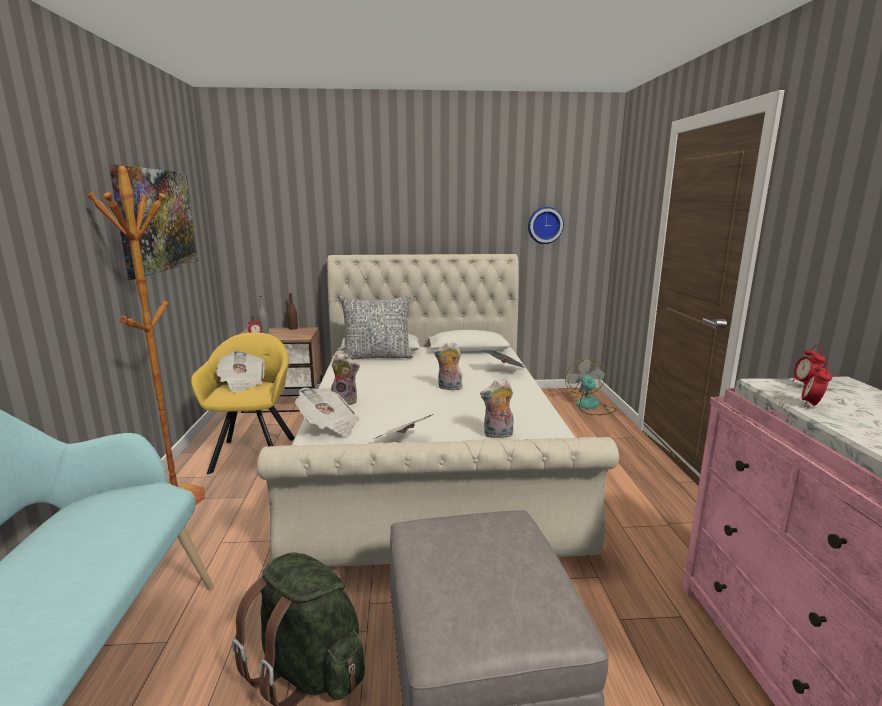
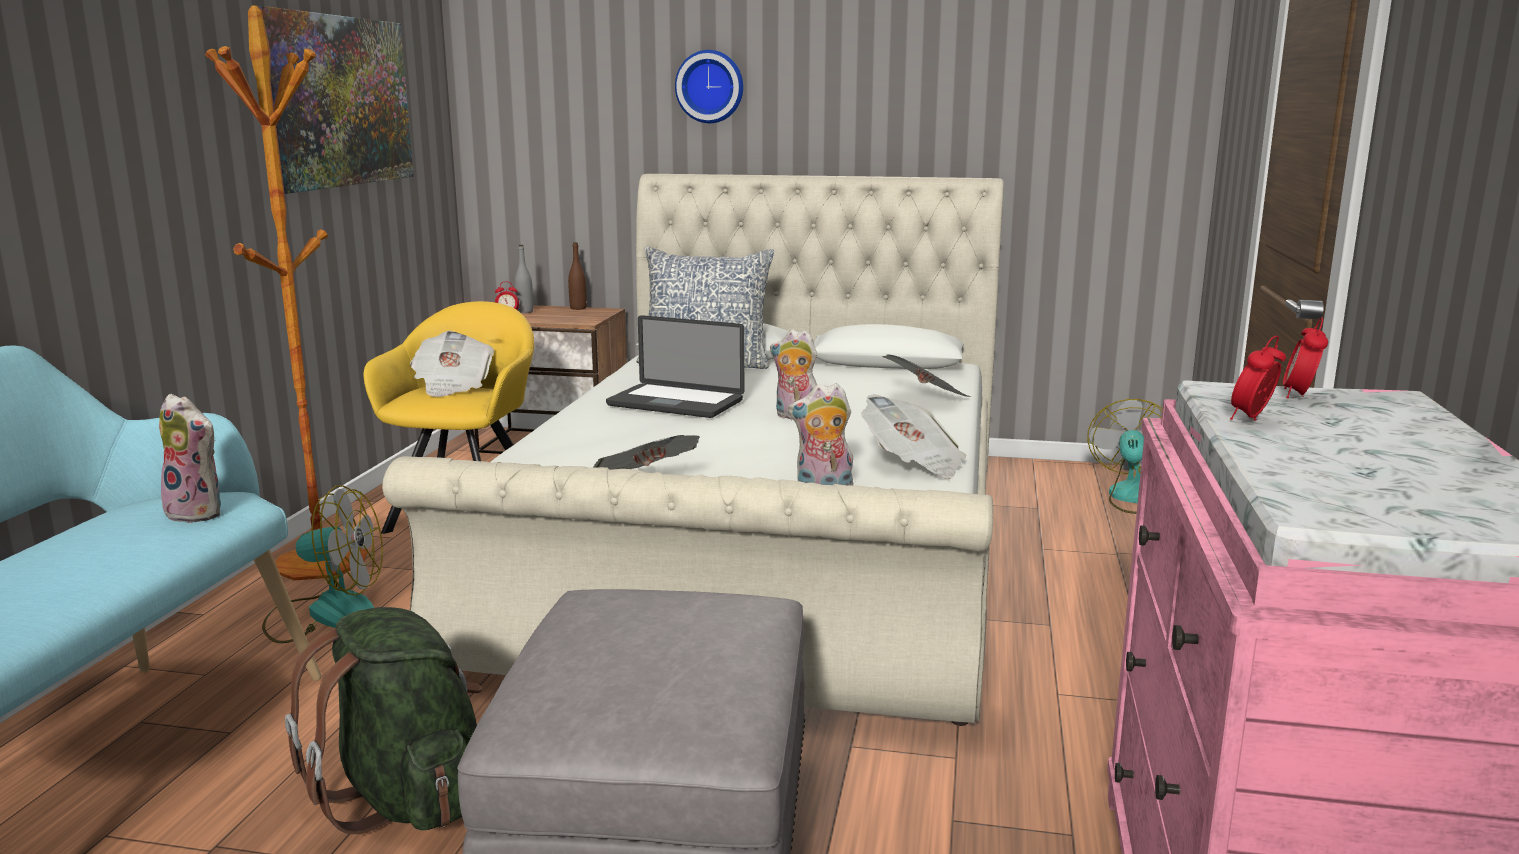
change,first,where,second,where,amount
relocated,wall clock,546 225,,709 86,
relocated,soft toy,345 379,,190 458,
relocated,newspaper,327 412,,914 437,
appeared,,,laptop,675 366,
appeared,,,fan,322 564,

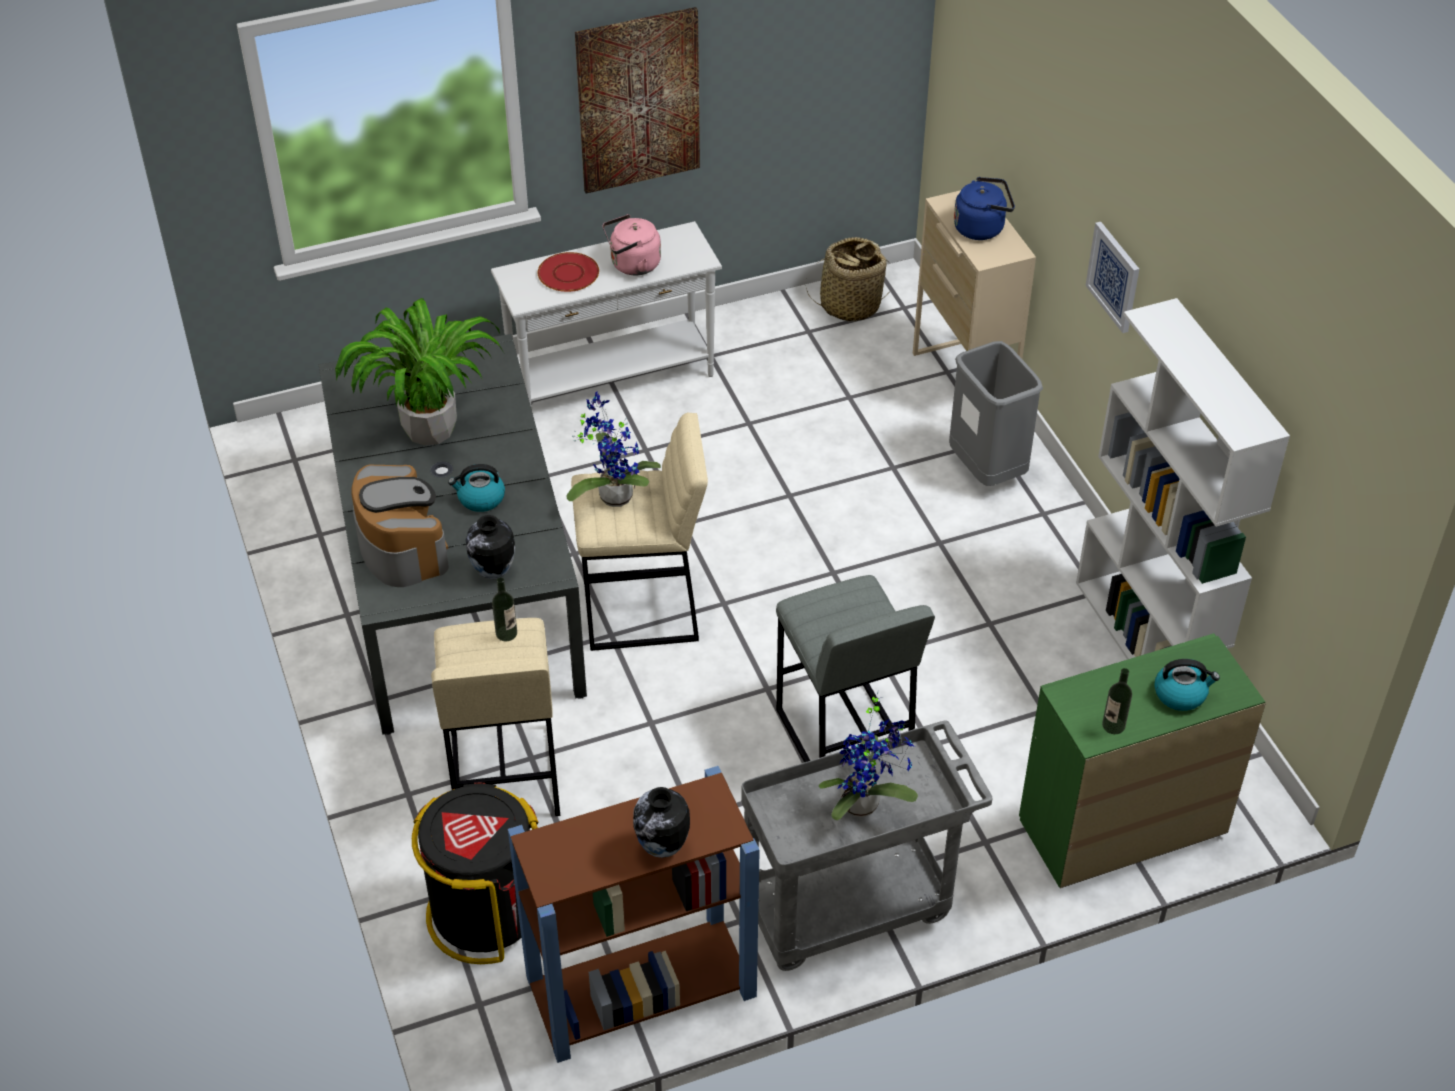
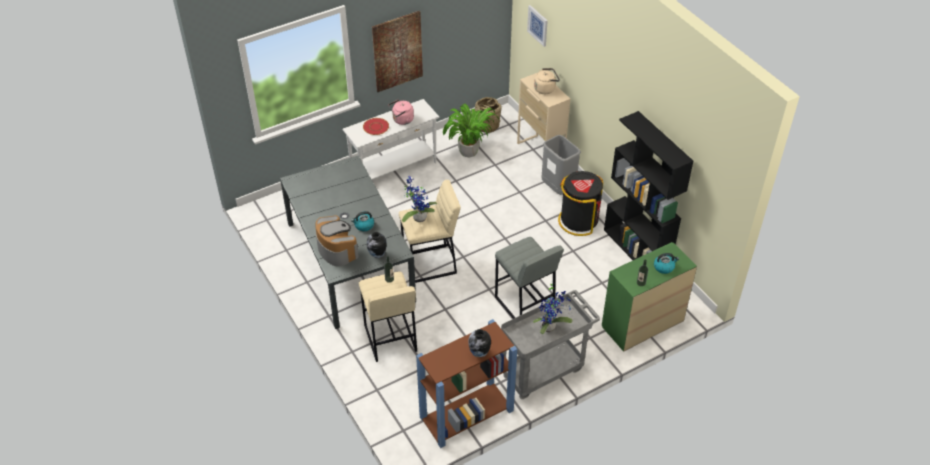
change,first,where,second,where,amount
colour,tea kettle in blue,984 208,tea kettle in beige,547 81,
relocated,picture,1112 277,,537 26,
relocated,potted plant,419 372,,471 131,
colour,bookshelf in whitish,1183 479,bookshelf in black-coloured,648 185,
relocated,rubbish bin in black-coloured,475 873,,580 203,

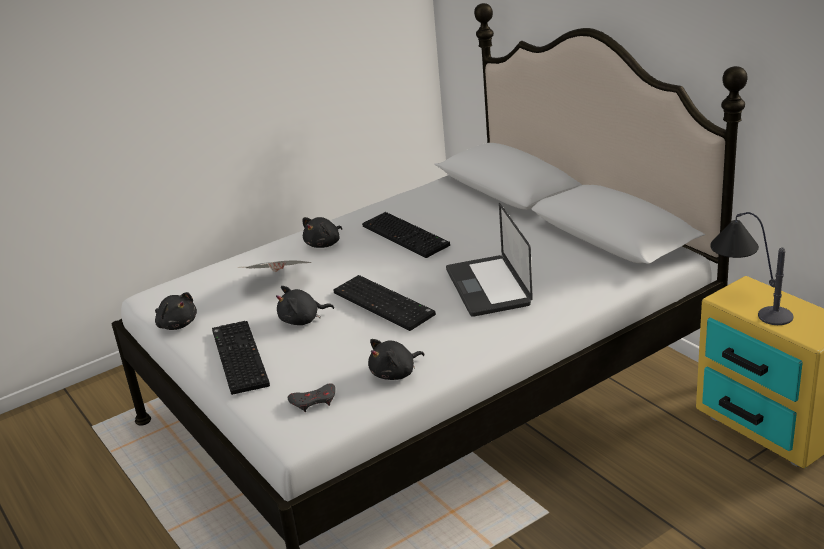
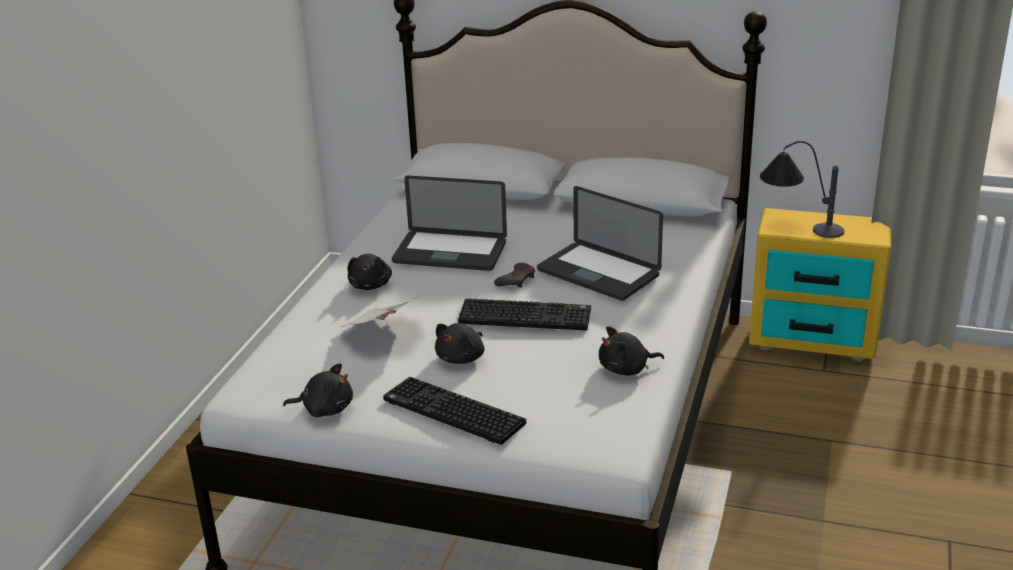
change,first,where,second,where,amount
exchanged,keyboard,406 235,laptop,449 223,
spun,soft toy in black-coloured,396 359,,631 351,60 degrees clockwise
relocated,joypad in gray,312 397,,514 275,

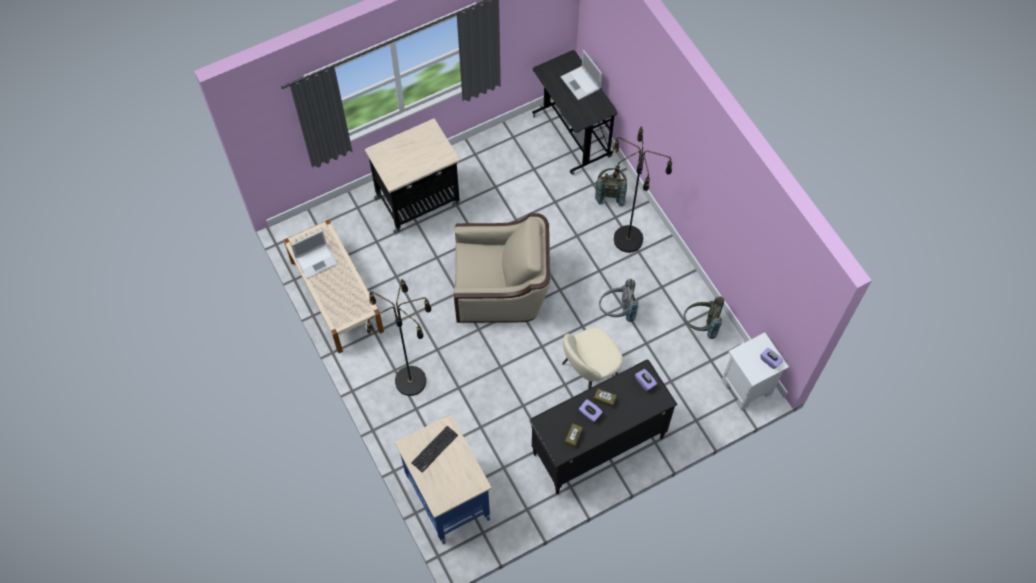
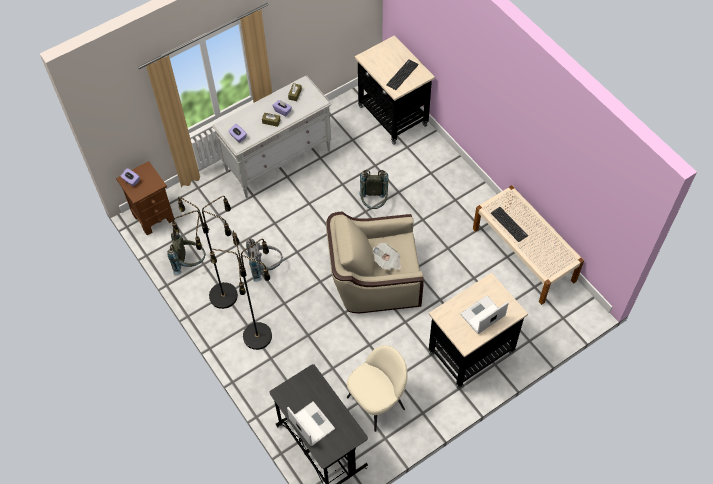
change,first,where,second,where,amount
relocated,backpack in gray,611 187,,373 189,
relocated,laptop,314 254,,484 314,
relocated,standing lamp,399 337,,205 252,
relocated,upright chair in beige,592 358,,377 388,
colour,night table in whitish,755 371,night table in brownish,145 198,
colour,drawer chest in black-coloured,604 426,drawer chest in whitish,271 137,
colour,cart in blue,443 479,cart in black-coloured,395 90,
appeared,,,keyboard,509 224,
appeared,,,newspaper,387 256,

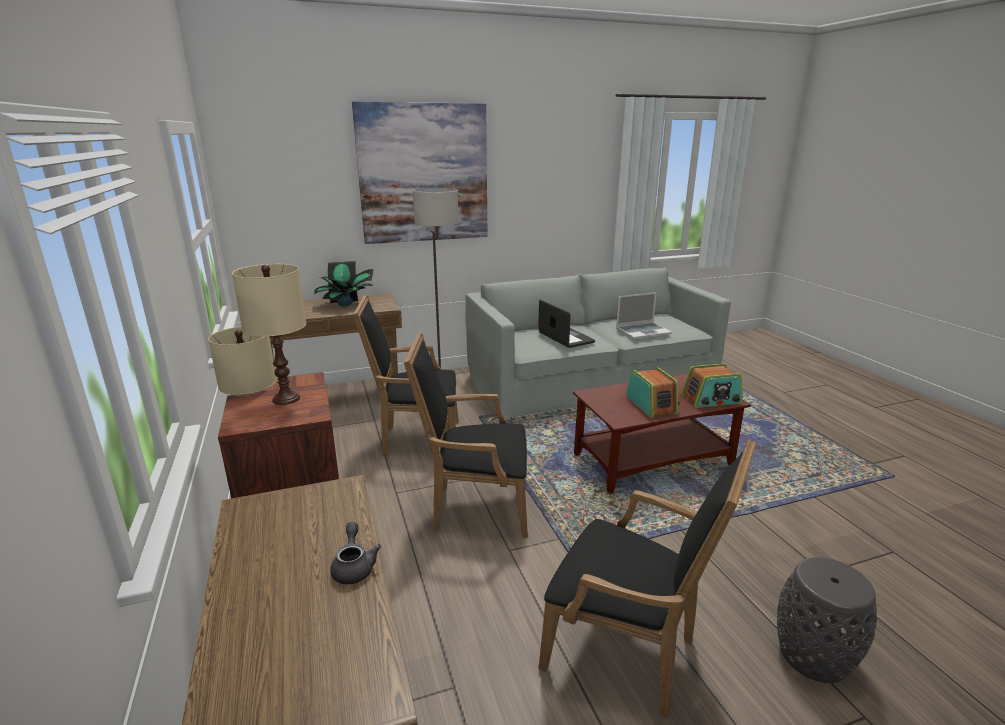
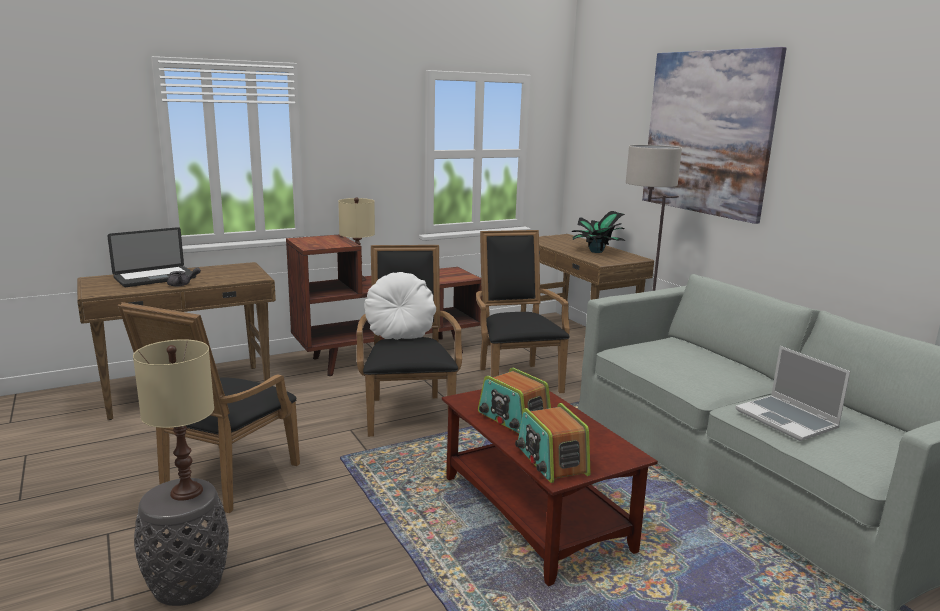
change,first,where,second,where,amount
relocated,table lamp in beige,269 334,,173 420,
relocated,laptop,566 324,,151 257,
spun,radio,652 392,,514 400,75 degrees clockwise
appeared,,,pillow in whitish,400 306,

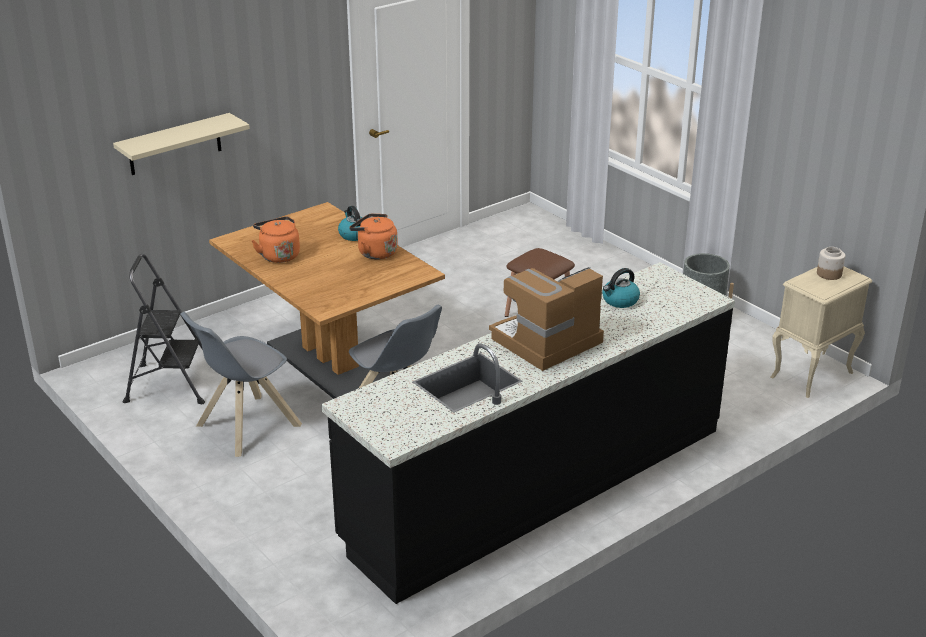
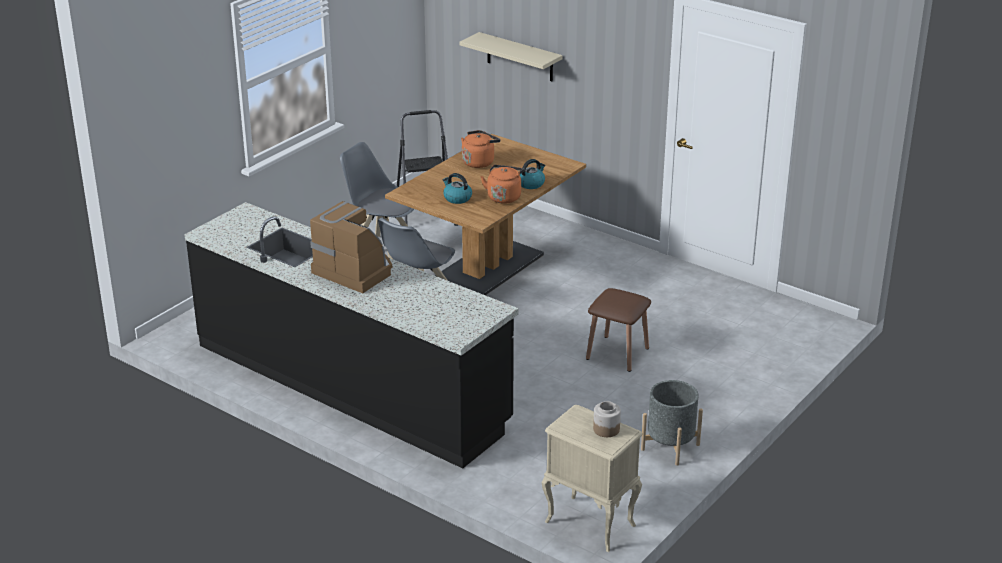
change,first,where,second,where,amount
relocated,tea kettle,621 288,,457 188,

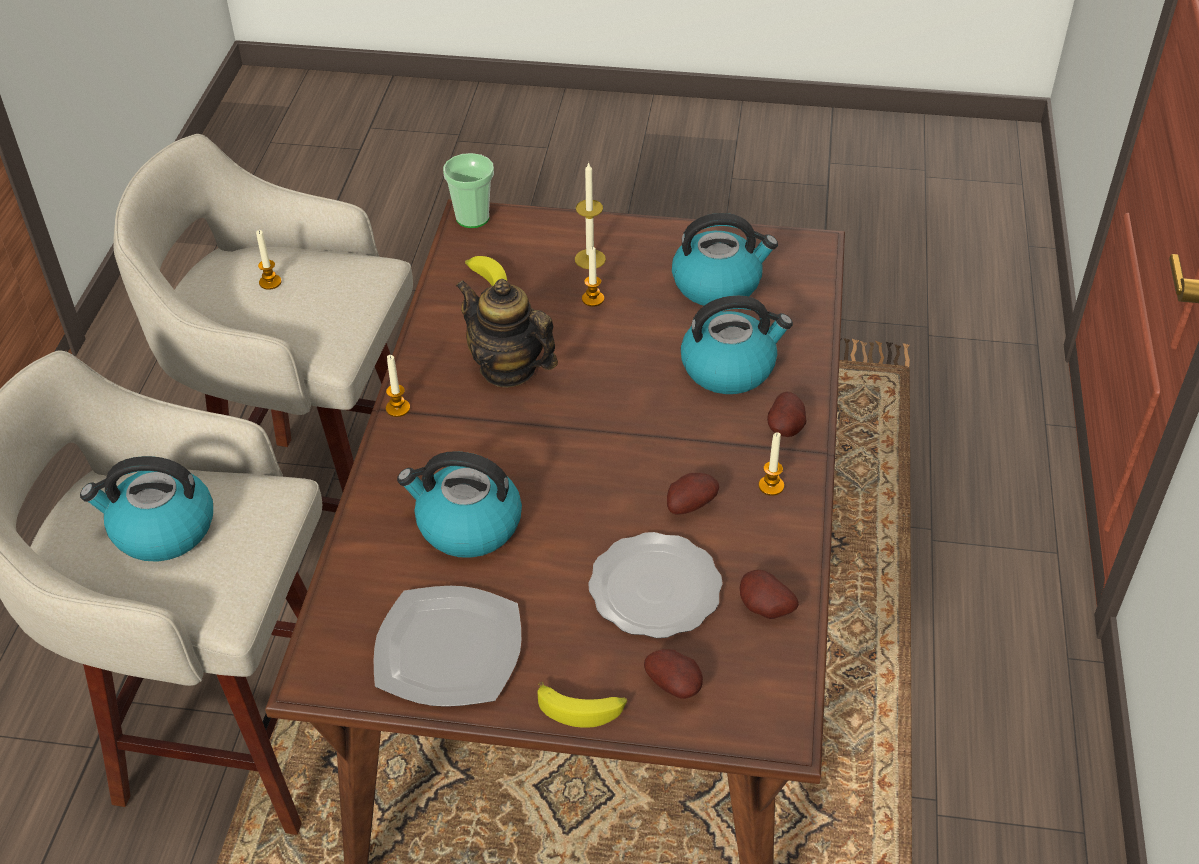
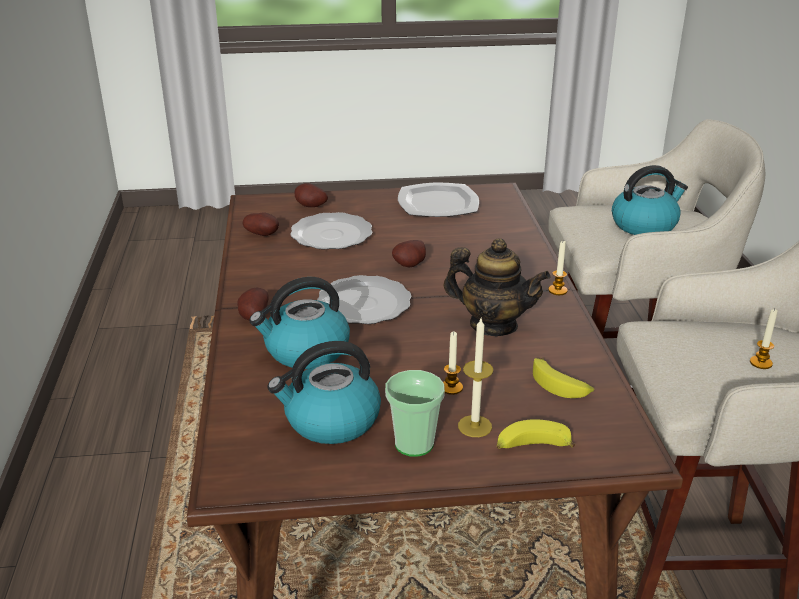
change,first,where,second,where,amount
relocated,small cup,468 190,,415 413,
missing,wax candle,771 464,,,
missing,tea kettle,459 504,,,
relocated,potato,693 494,,409 253,
relocated,banana fruit,582 705,,536 433,
appeared,,,plate,364 299,

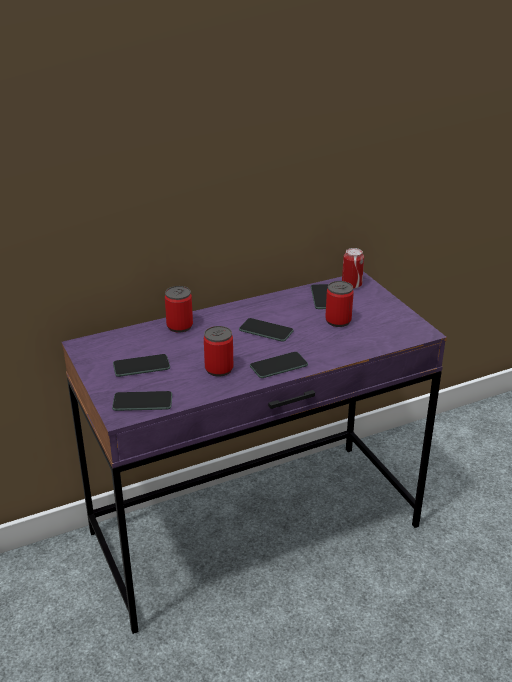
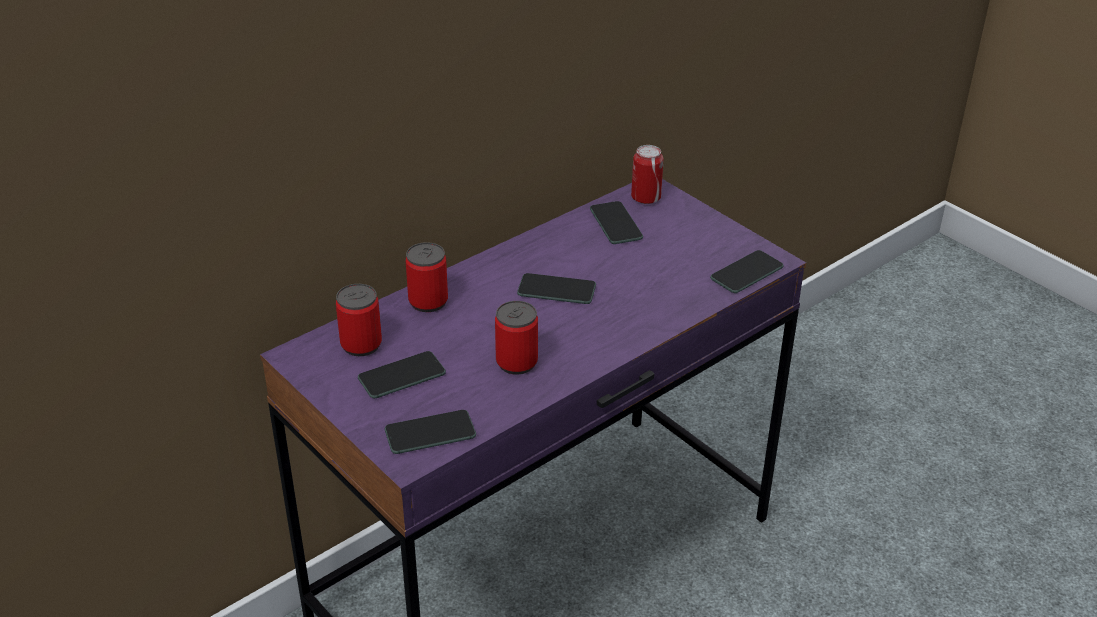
change,first,where,second,where,amount
relocated,metal can,339 304,,359 320,
relocated,phone,279 365,,747 271,

